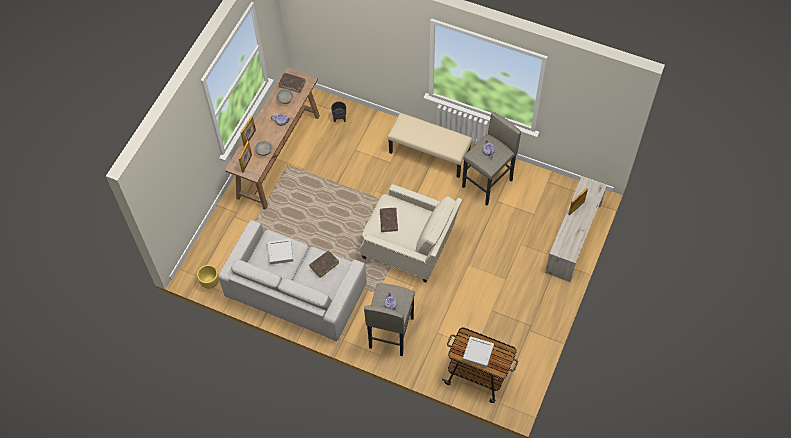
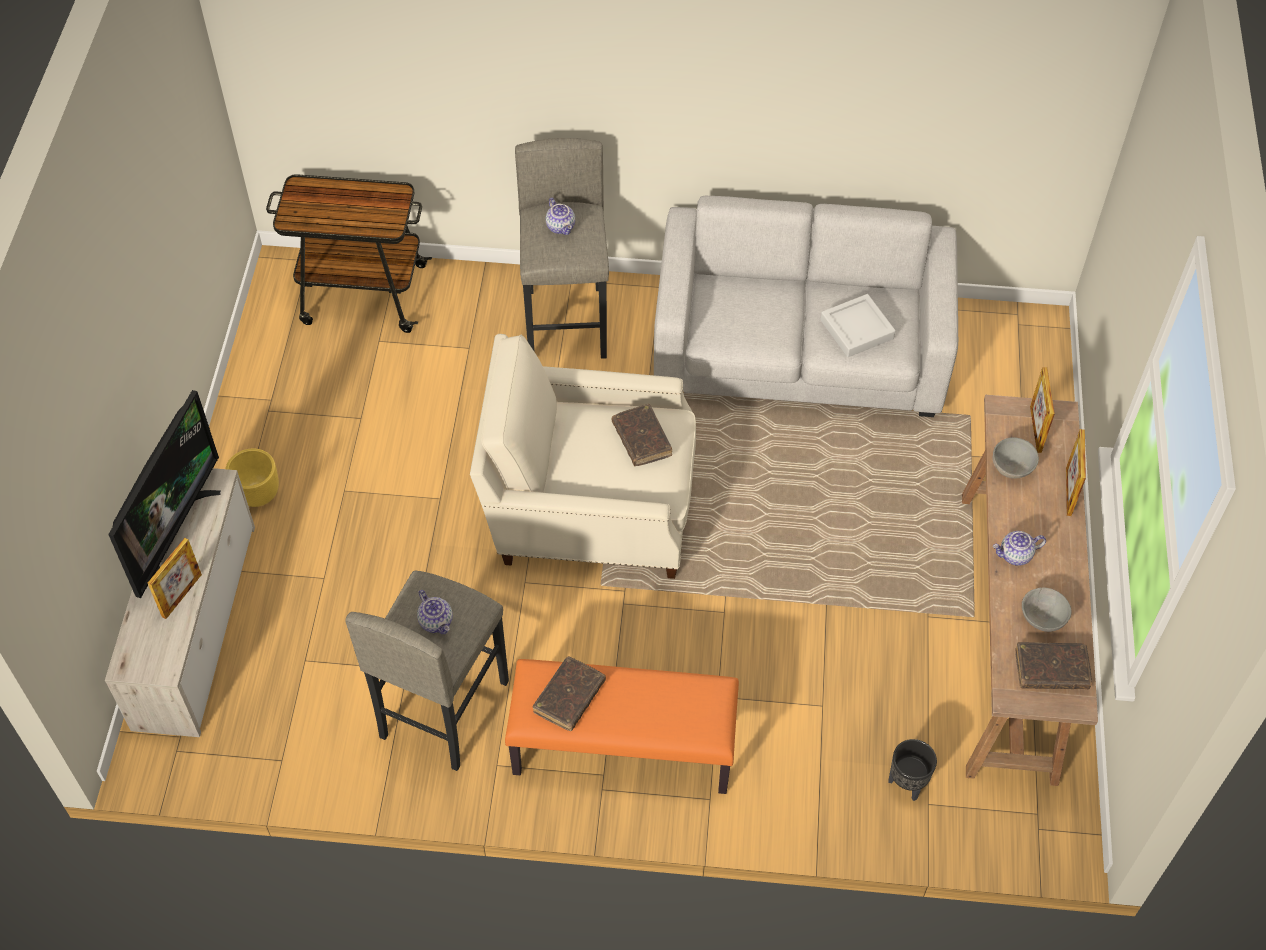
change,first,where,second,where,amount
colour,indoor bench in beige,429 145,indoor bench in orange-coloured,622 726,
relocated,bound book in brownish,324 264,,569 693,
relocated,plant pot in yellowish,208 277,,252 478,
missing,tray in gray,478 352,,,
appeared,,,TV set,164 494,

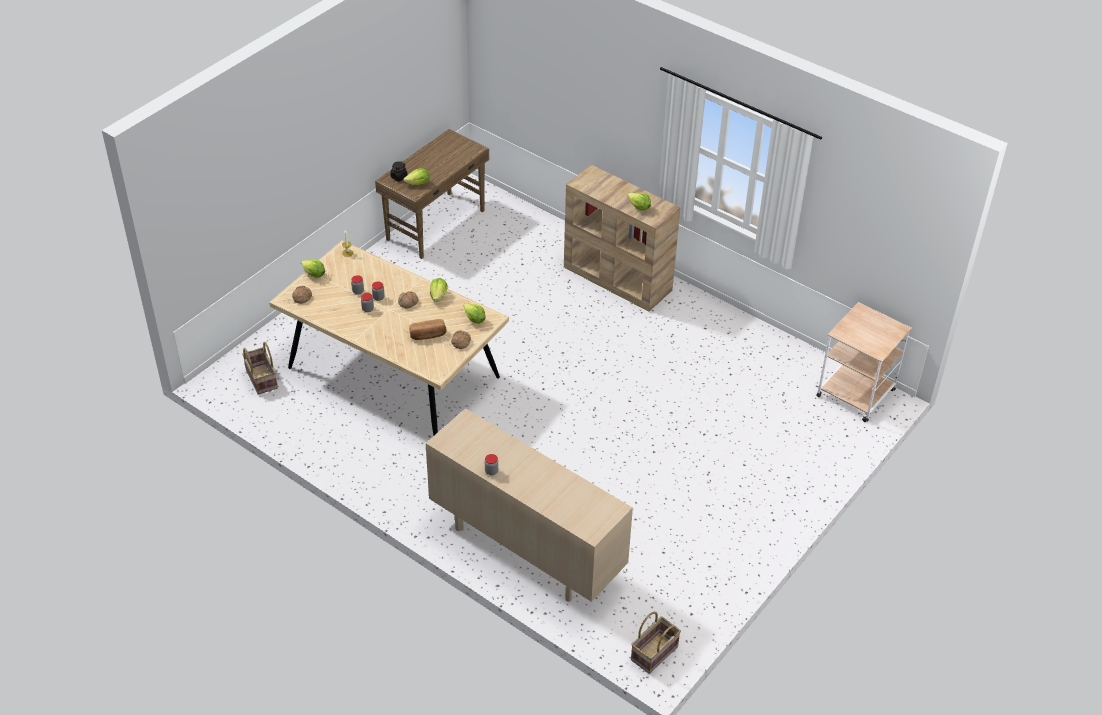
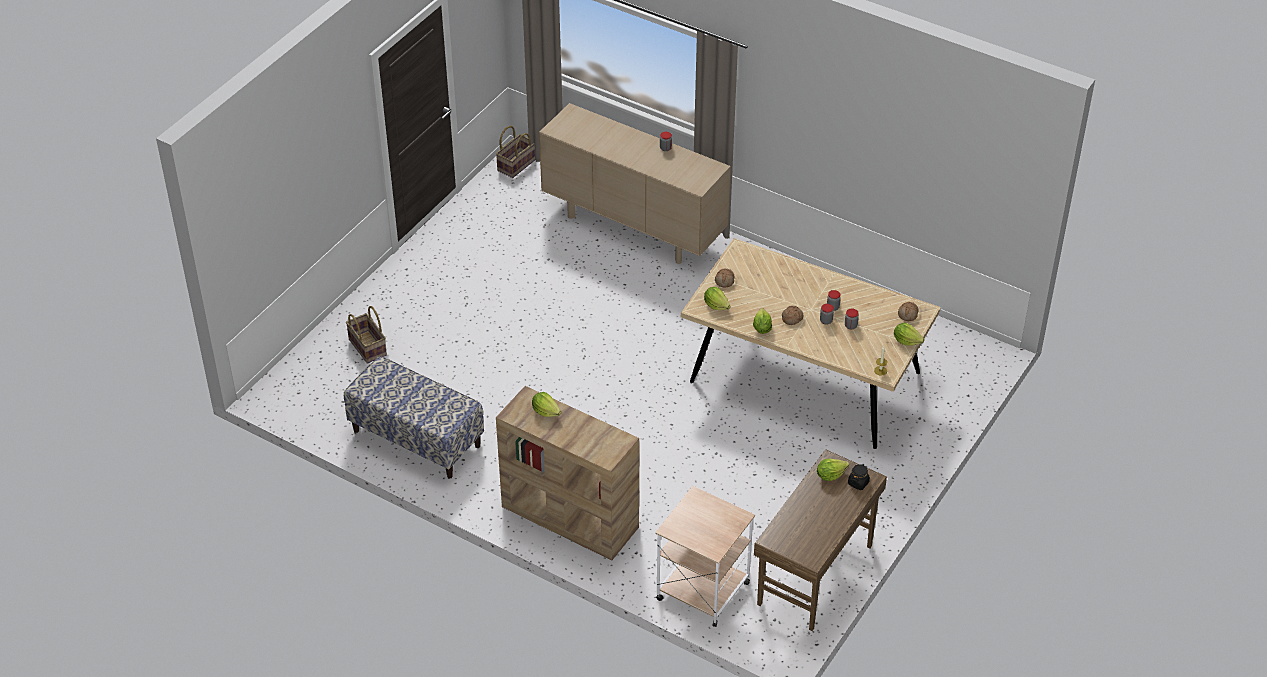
change,first,where,second,where,amount
relocated,cart in beige,864 362,,705 556,
missing,baked bread,428 329,,,
relocated,household basket,260 368,,366 334,
appeared,,,indoor bench,414 417,

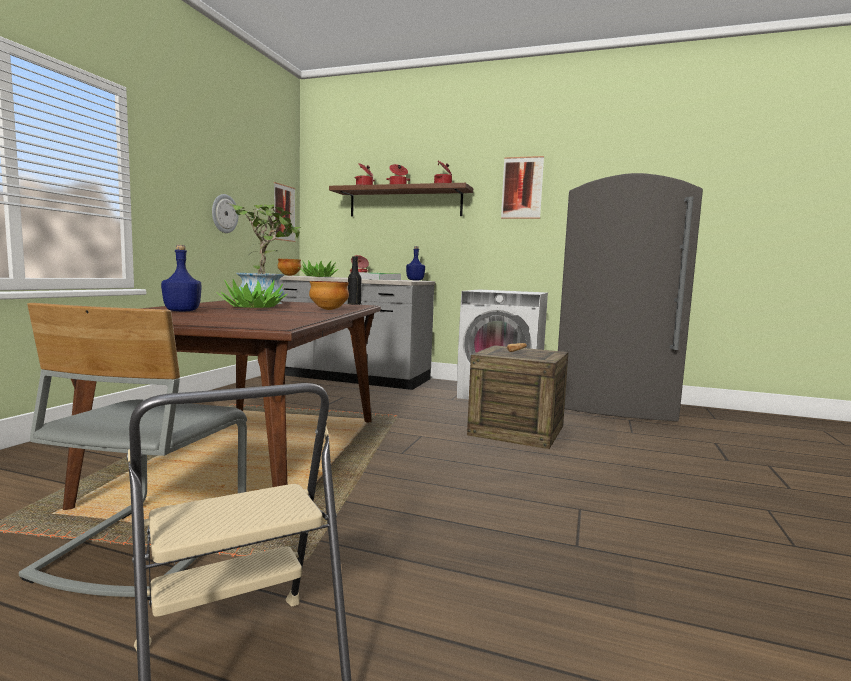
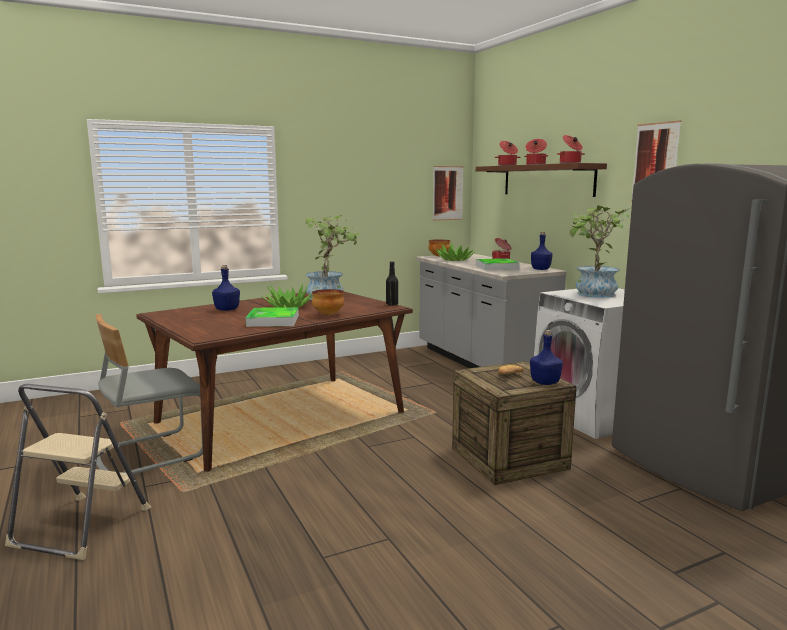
change,first,where,second,where,amount
missing,wall clock,225 213,,,
appeared,,,potted plant,601 251,
appeared,,,tray,272 317,
appeared,,,bottle in blue,546 357,

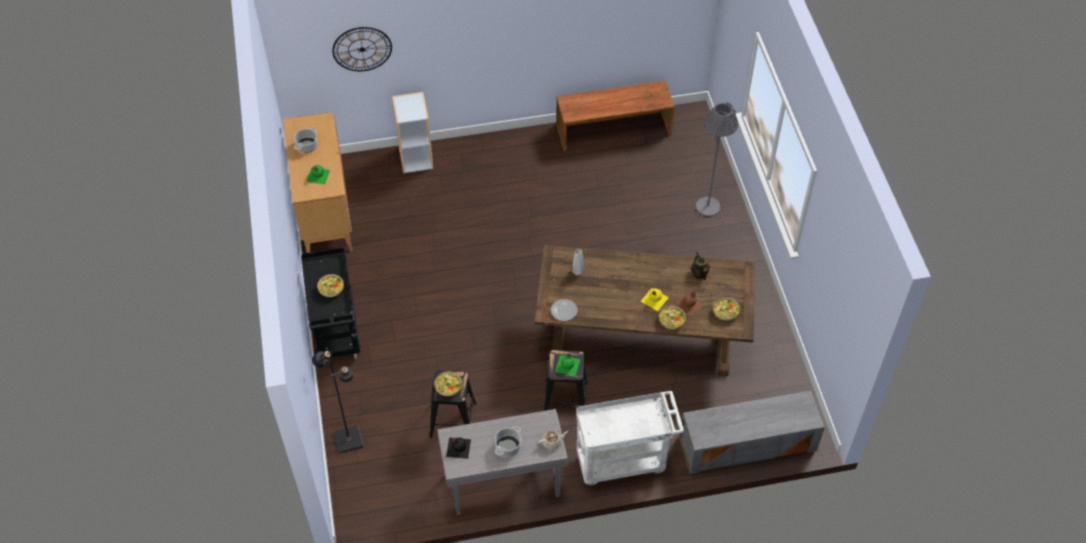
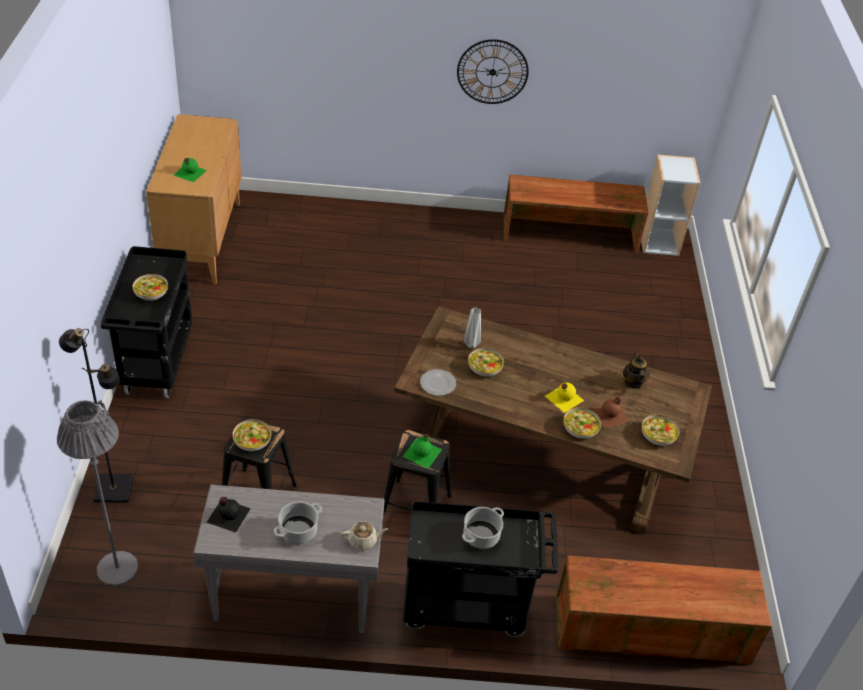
change,first,where,second,where,amount
relocated,wall clock,362 49,,493 71,
relocated,bookshelf,413 132,,670 205,
relocated,standing lamp in gray,717 159,,97 493,
relocated,saucepot,306 140,,483 528,
colour,indoor bench in gray,752 432,indoor bench in brownish,664 610,
colour,cart in whitish,630 438,cart in black-coloured,481 569,
appeared,,,deep dish,486 362,

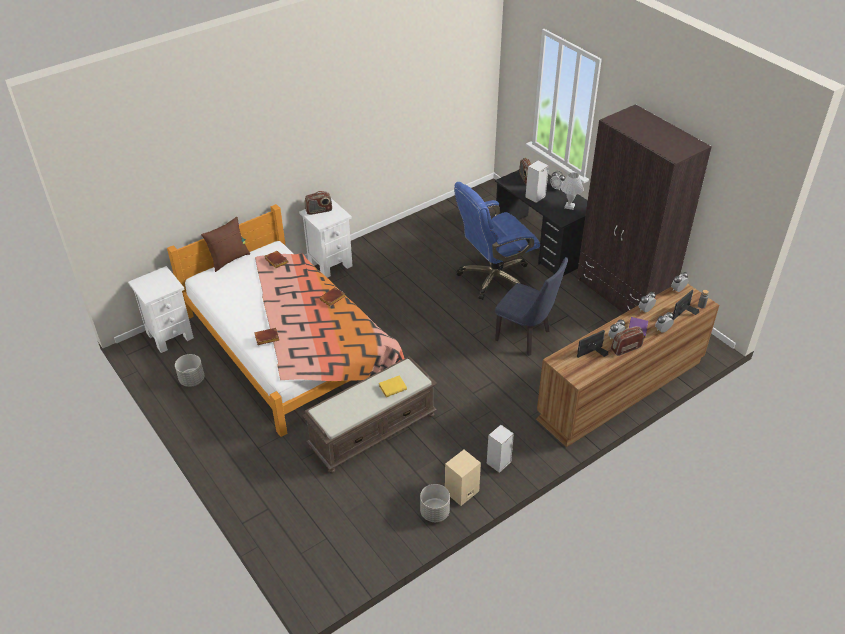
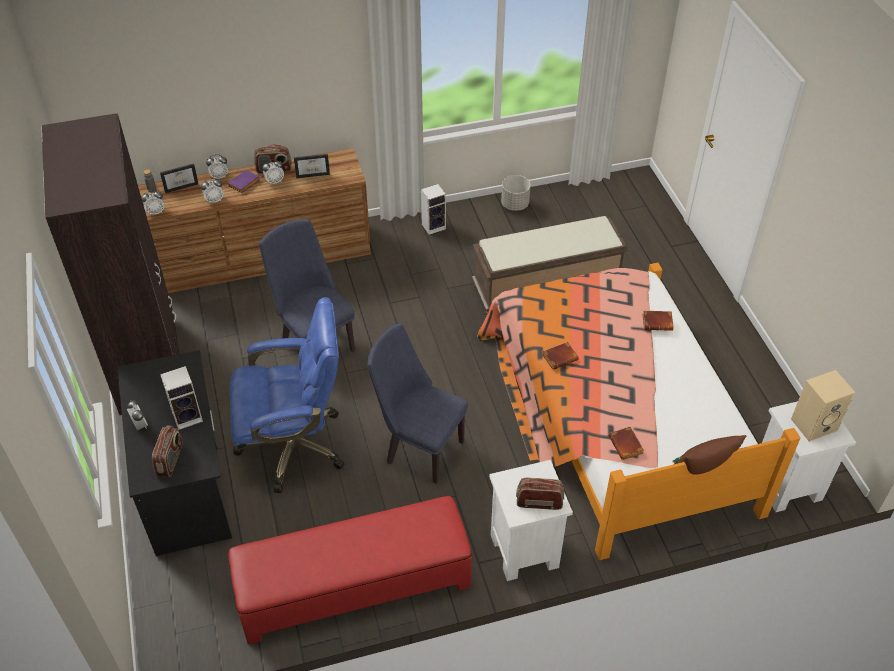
change,first,where,second,where,amount
missing,table lamp in whitish,572 191,,,
missing,plant pot in gray,190 370,,,
missing,bound book in yellowish,393 386,,,
relocated,loudspeaker in beige,463 478,,823 406,
appeared,,,upright chair in blue,417 403,
appeared,,,indoor bench in red-coloured,350 570,

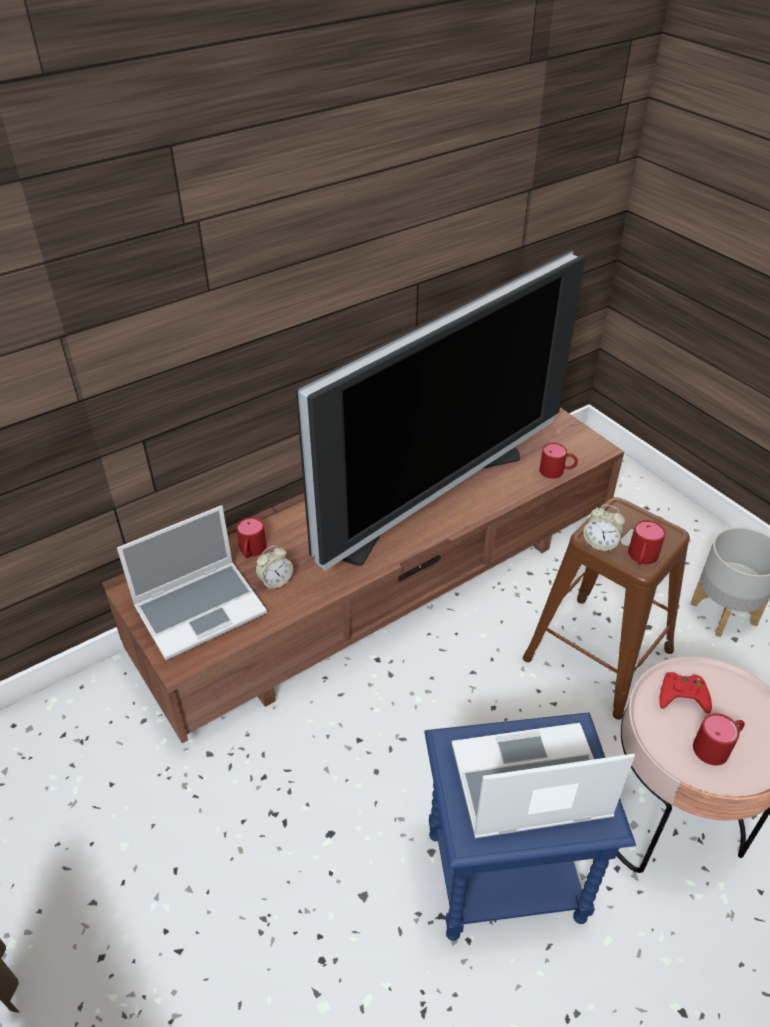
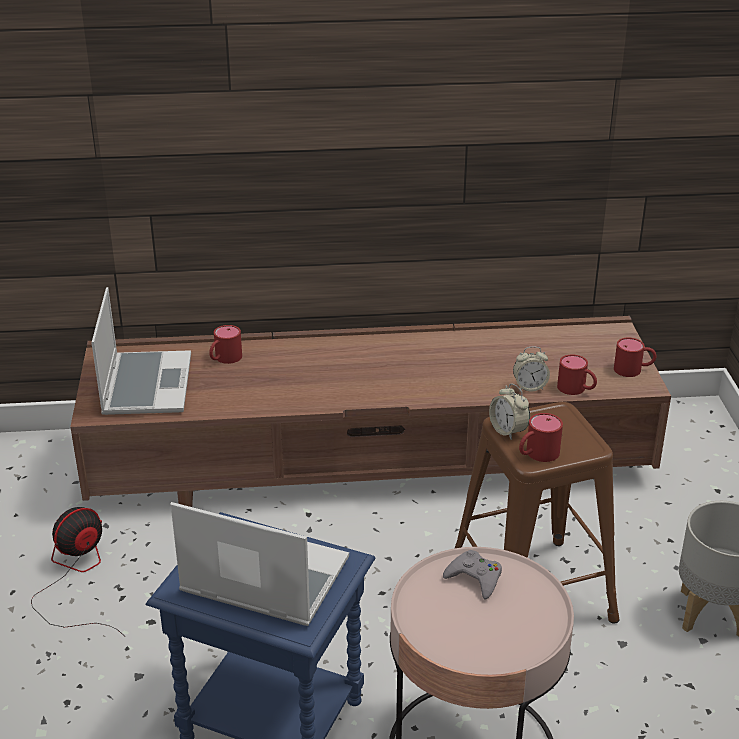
change,first,where,second,where,amount
missing,TV set,440 410,,,
spun,laptop,192 582,,141 351,90 degrees counterclockwise
relocated,bedside clock,274 568,,531 368,
colour,joypad in red-coloured,685 693,joypad in gray,472 575,
relocated,coffee mug in red-coloured,719 739,,635 357,
appeared,,,fan,77 571,

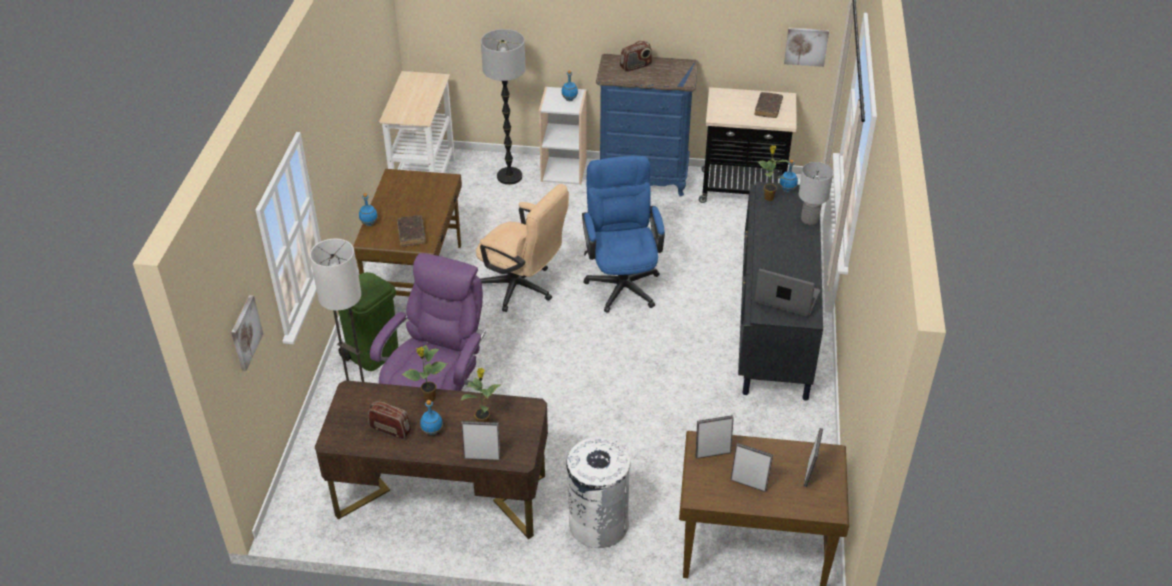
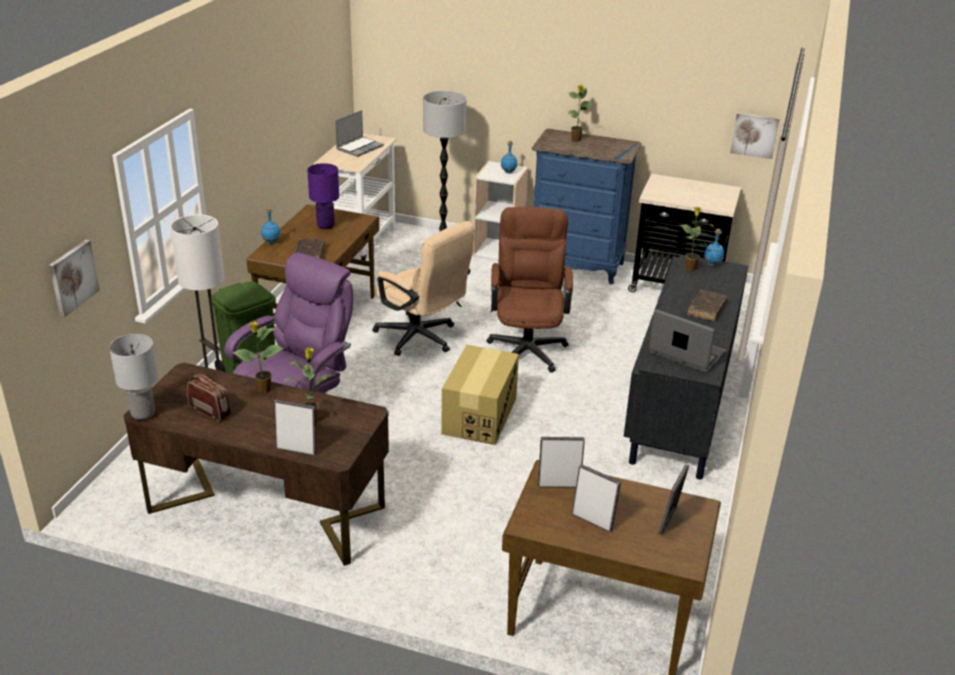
change,first,where,second,where,amount
exchanged,radio,636 56,potted plant,579 113,
relocated,bound book in brownish,768 105,,707 305,
colour,office chair in blue,623 234,office chair in brownish,530 289,
relocated,table lamp in gray,816 193,,133 377,
missing,bottle in blue,431 417,,,
missing,rubbish bin in whitish,598 492,,,
appeared,,,laptop,359 133,
appeared,,,table lamp in purple,323 196,
appeared,,,carton,480 395,

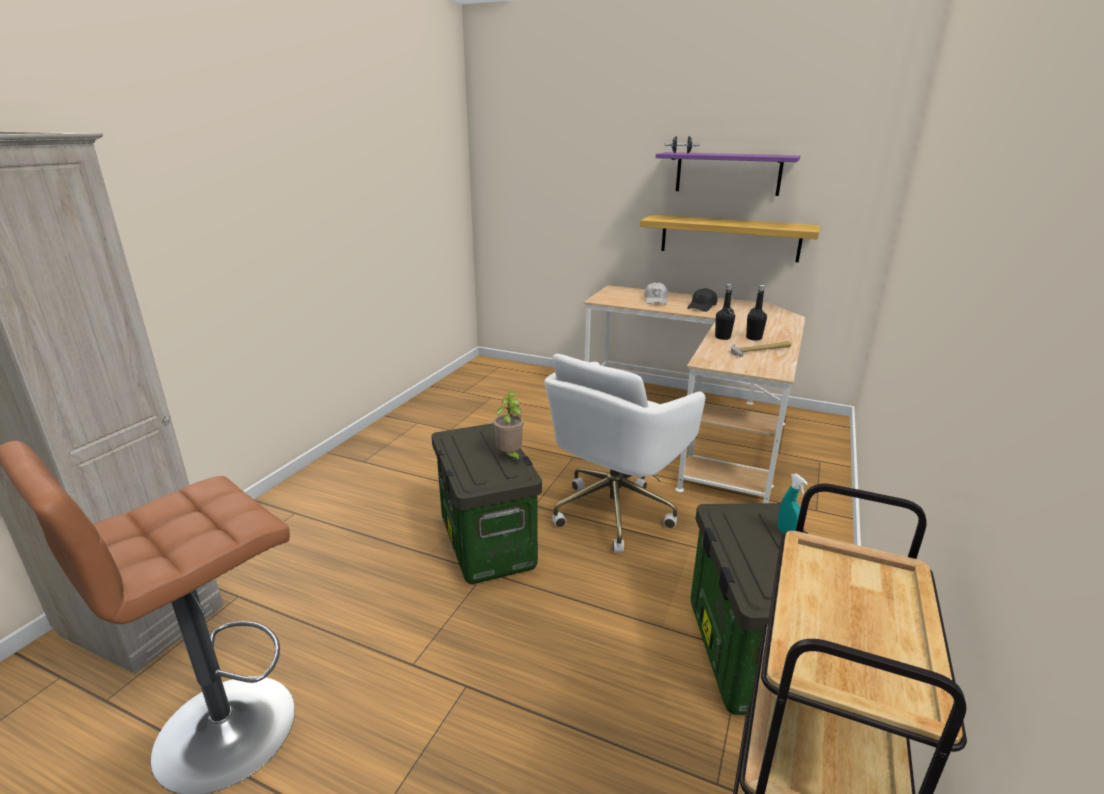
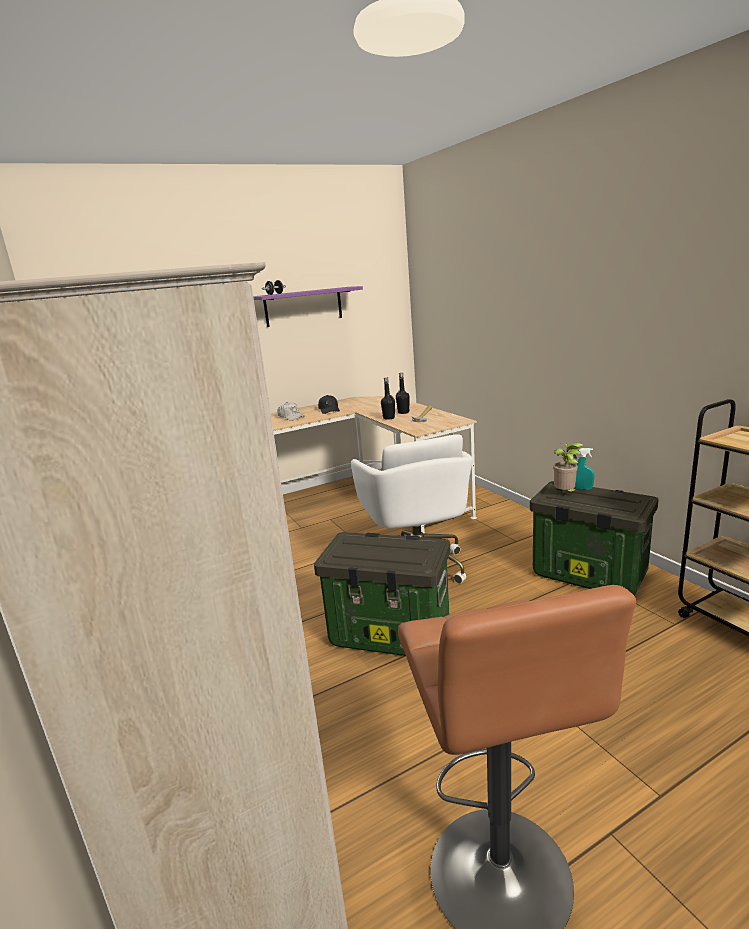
change,first,where,second,where,amount
missing,shelf,730 238,,,
relocated,potted plant,508 428,,568 467,

